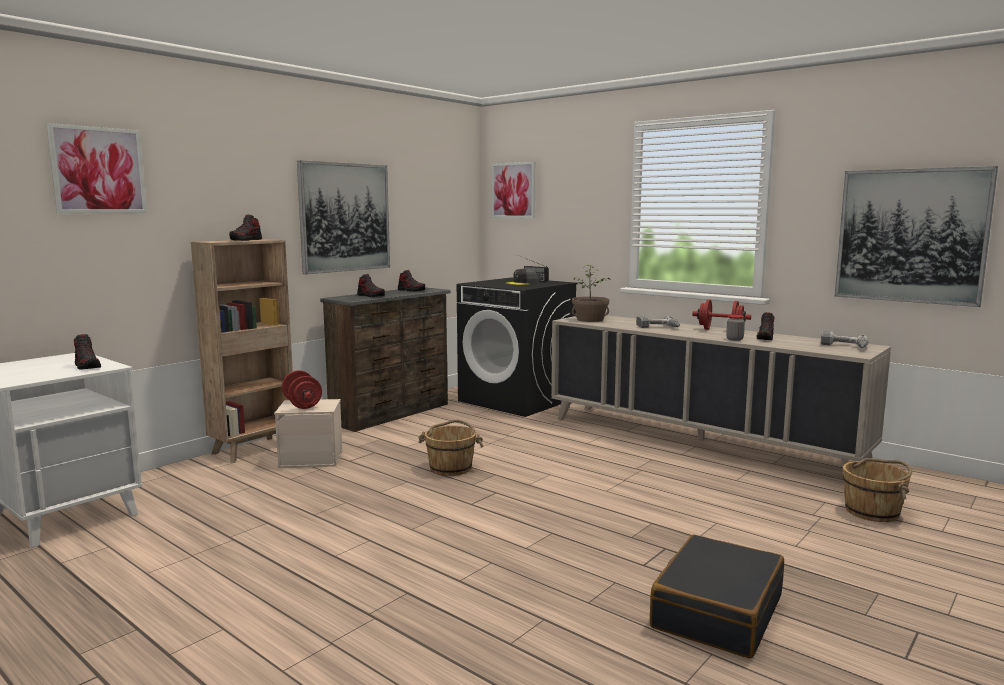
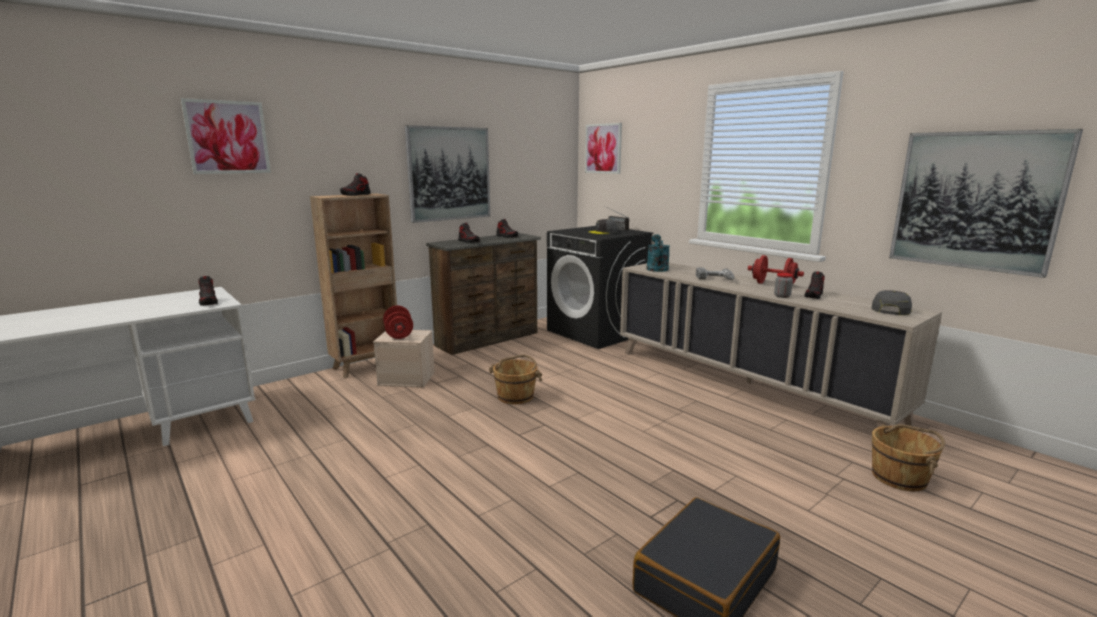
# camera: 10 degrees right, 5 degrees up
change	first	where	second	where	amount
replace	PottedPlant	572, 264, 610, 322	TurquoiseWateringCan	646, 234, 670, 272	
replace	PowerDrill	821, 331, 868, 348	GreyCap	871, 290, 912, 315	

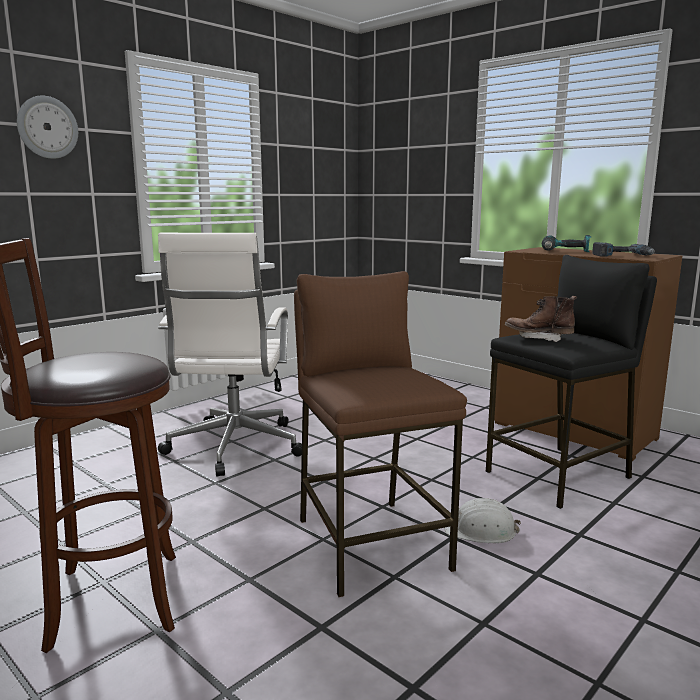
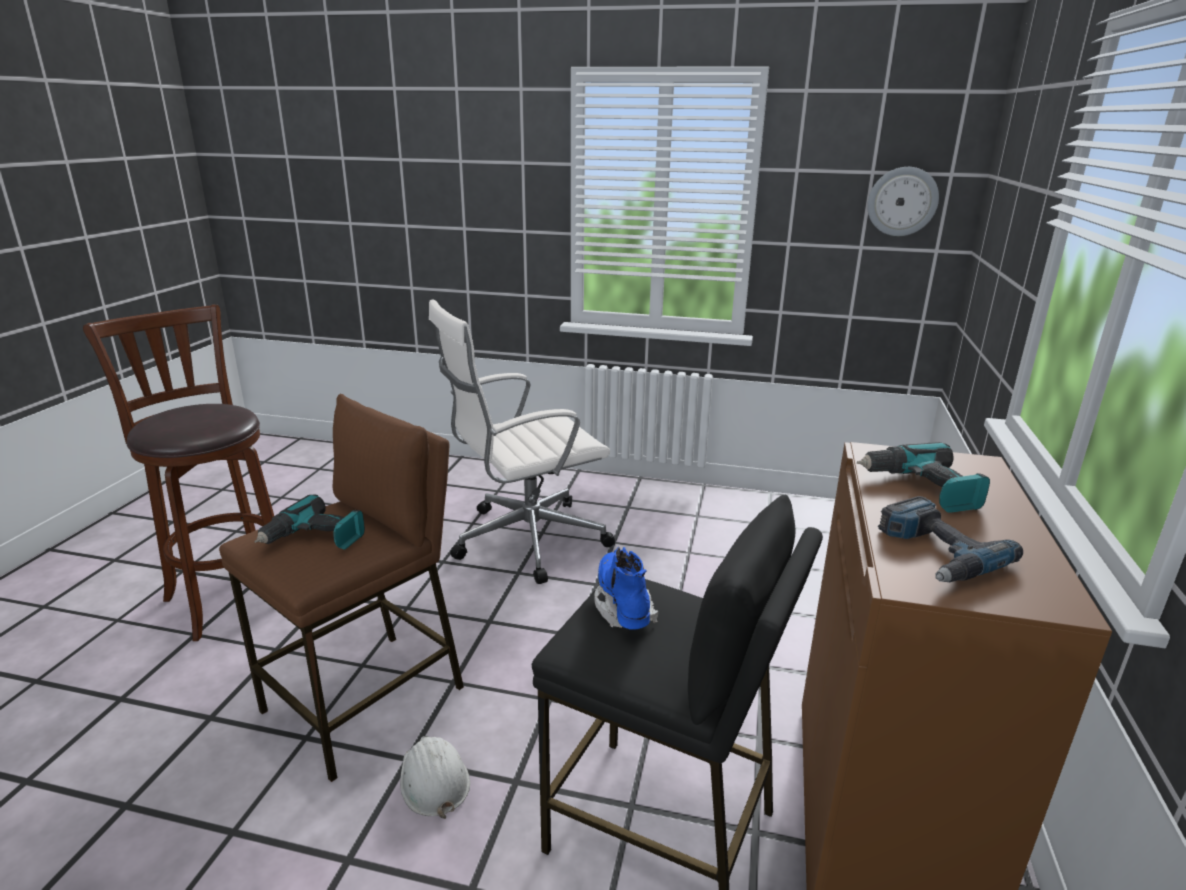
# camera: 60 degrees right, 10 degrees up
change	first	where	second	where	amount
move	WallClock	17, 96, 78, 159		867, 167, 939, 236	
recolor	BrownBoot	505, 296, 577, 342	BlueBoot	594, 547, 659, 629	
insert			PowerDrill	254, 495, 365, 550	

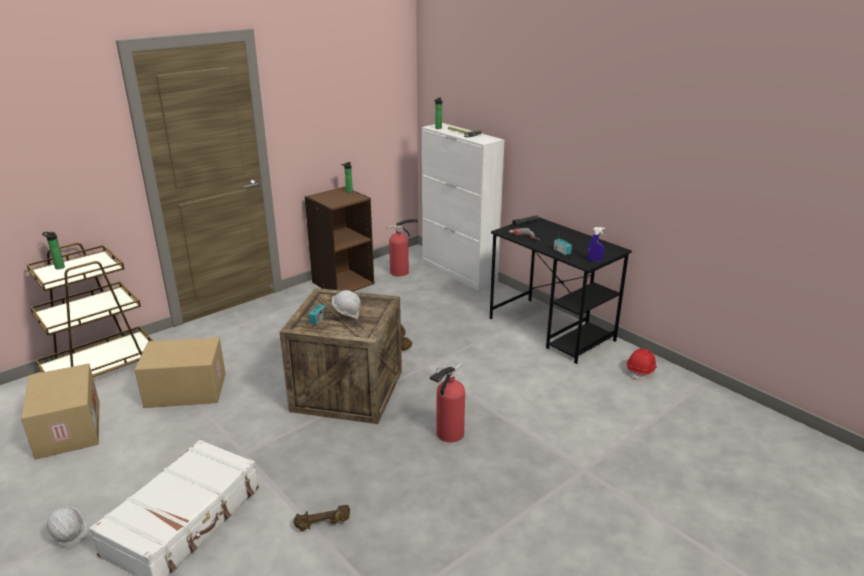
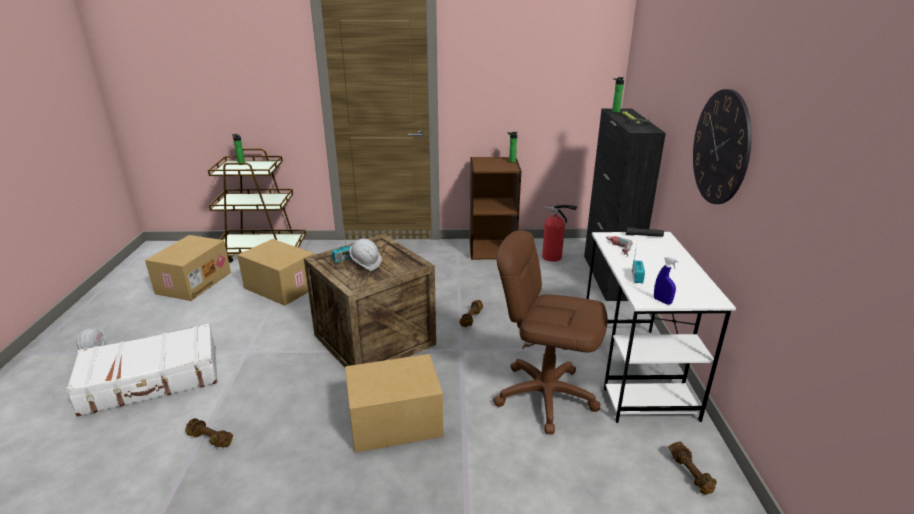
# camera: 40 degrees right, 0 degrees up
change	first	where	second	where	amount
recolor	WhiteCabinet	422, 123, 505, 291	BlackCabinet	584, 108, 666, 301	
recolor	BlackDesk	490, 217, 632, 364	WhiteDesk	586, 232, 736, 423	
replace	RedHardHat	627, 348, 657, 381	BrownDumbbell	668, 442, 717, 495	
replace	FireExtinguisher	430, 363, 465, 442	CardboardBox	345, 354, 443, 453	
insert			WallClock	693, 89, 752, 204	
insert			BrownOfficeChair	493, 230, 608, 434	

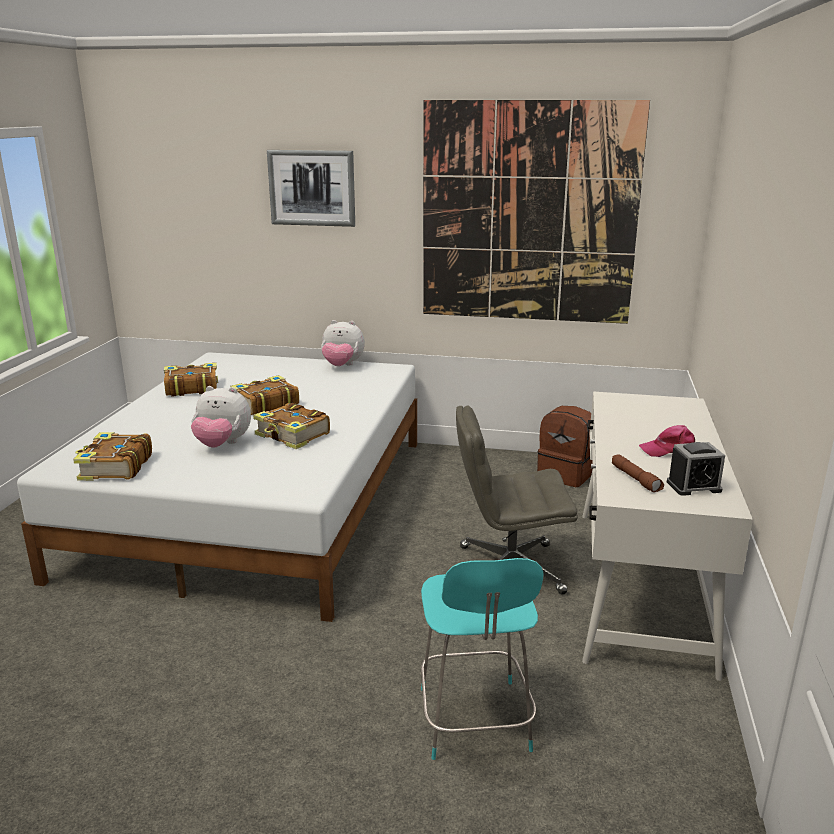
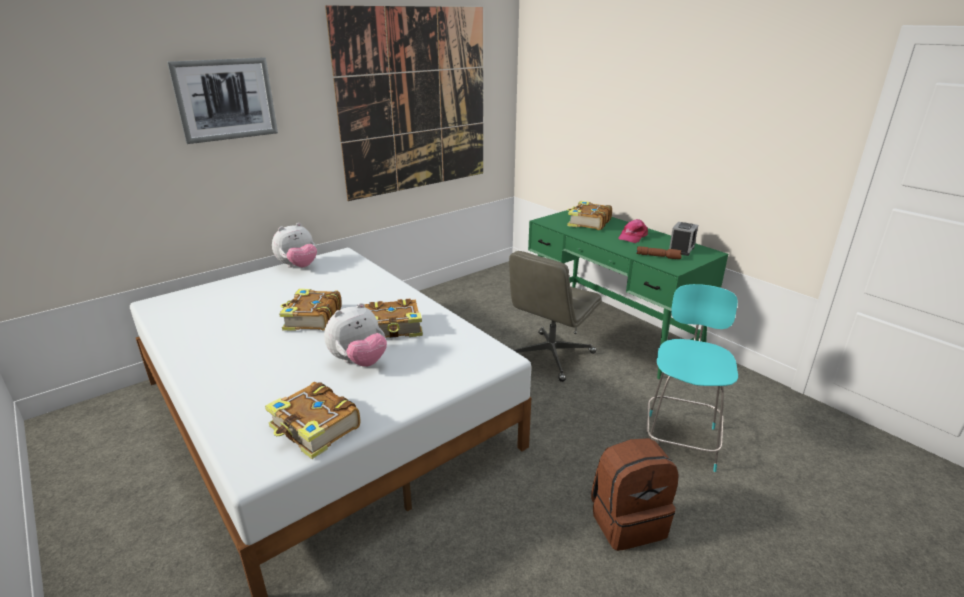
# camera: 50 degrees left, 5 degrees up
change	first	where	second	where	amount
move	Book	164, 363, 218, 397		567, 201, 612, 230	
recolor	WhiteDesk	582, 391, 753, 681	GreenDesk	528, 208, 728, 379	
move	BrownBackpack	537, 406, 593, 487		591, 438, 679, 551	
rotate	TurquoiseChair	421, 558, 543, 760		647, 284, 738, 472	105 degrees counterclockwise

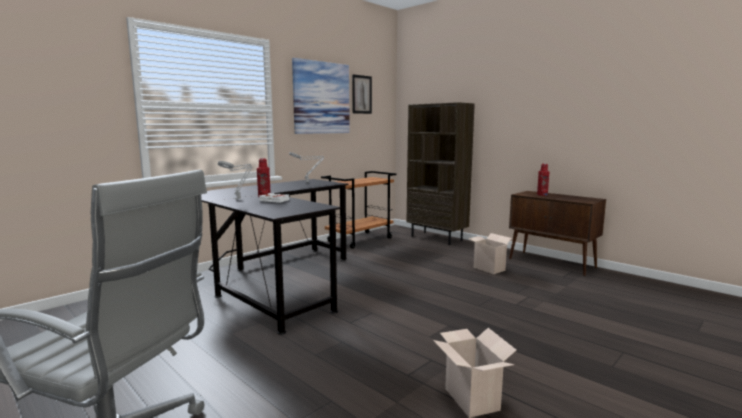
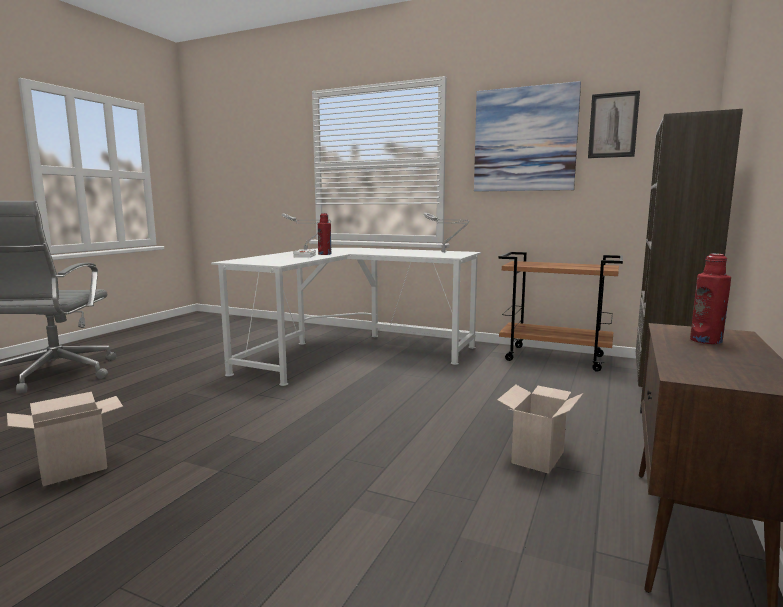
# camera: 70 degrees right, 0 degrees up
change	first	where	second	where	amount
recolor	BlackDesk	201, 179, 348, 335	WhiteDesk	211, 248, 481, 386	

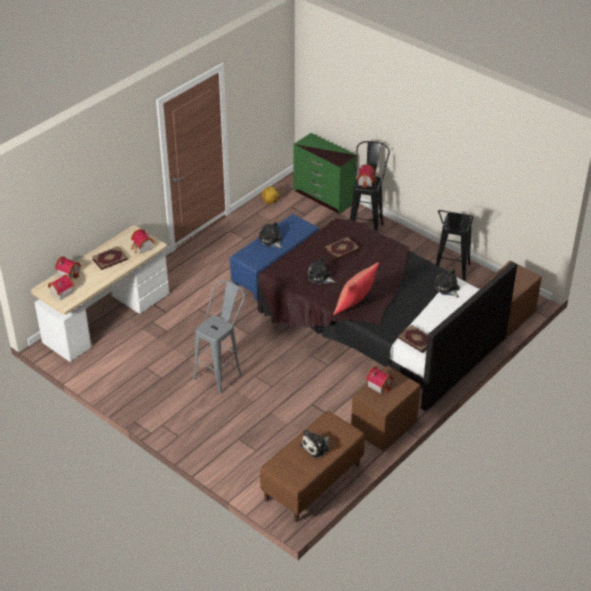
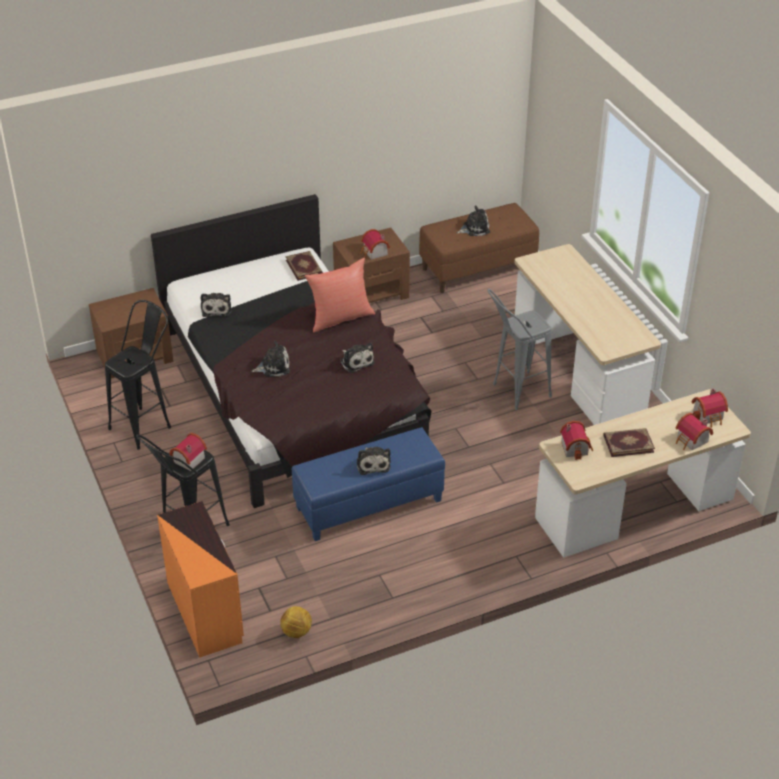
# camera: 155 degrees left, 0 degrees up
change	first	where	second	where	amount
recolor	GreenDresser	293, 133, 358, 214	OrangeDresser	157, 501, 244, 658	
delete	Book	325, 237, 360, 260			
insert			Desk	515, 244, 661, 425	
insert			PlushToy	251, 341, 290, 377	

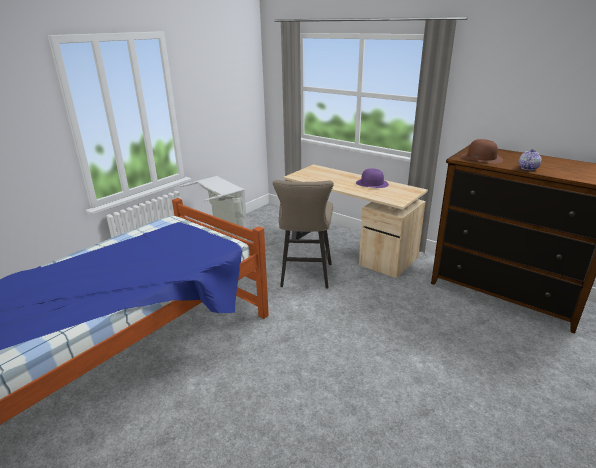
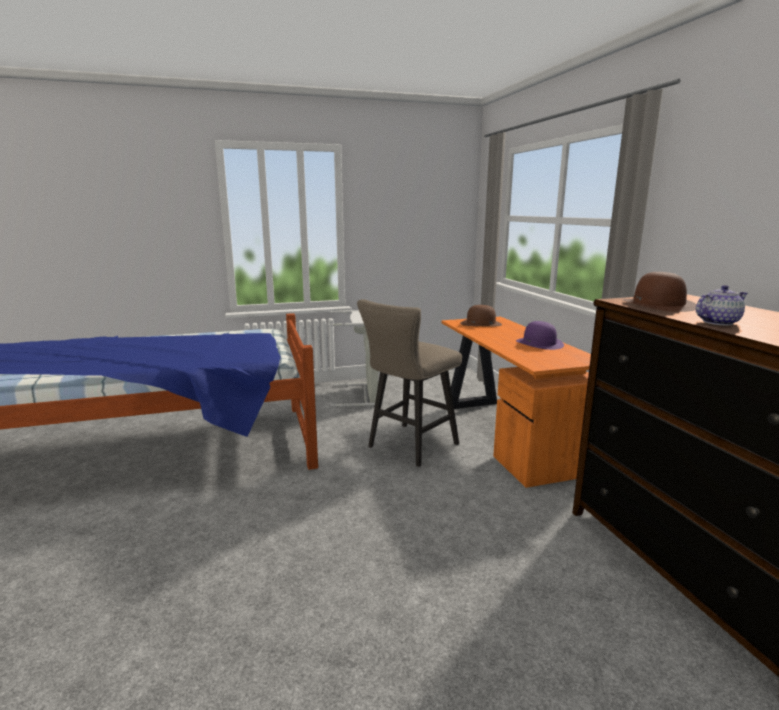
# camera: 35 degrees right, 10 degrees down
change	first	where	second	where	amount
recolor	BeigeDesk	283, 164, 428, 278	OrangeDesk	441, 316, 591, 488	
insert			BrownHat	460, 305, 502, 326	

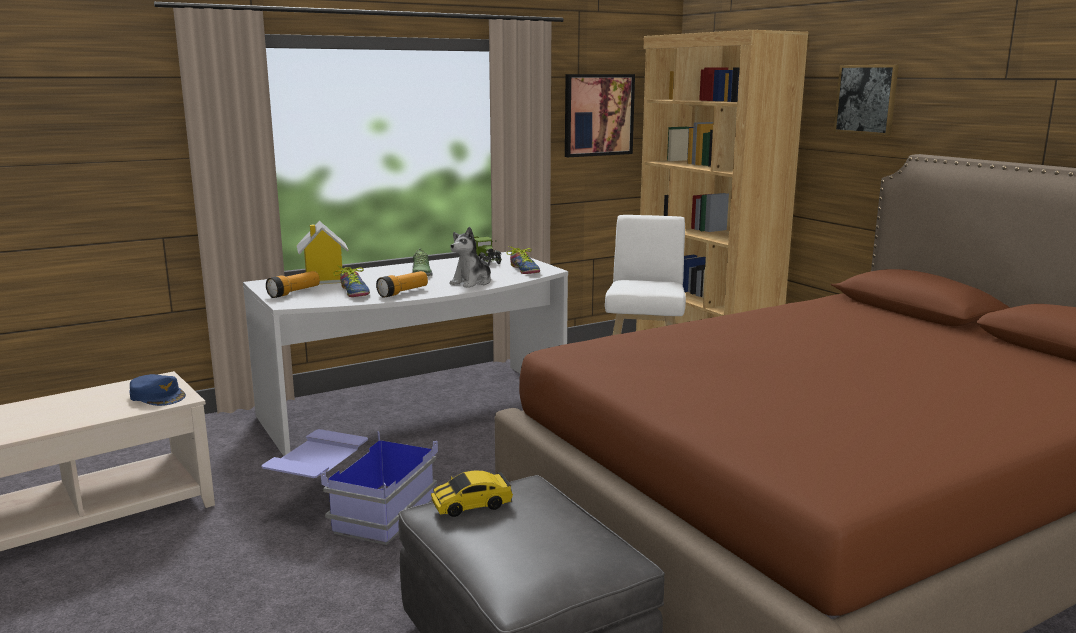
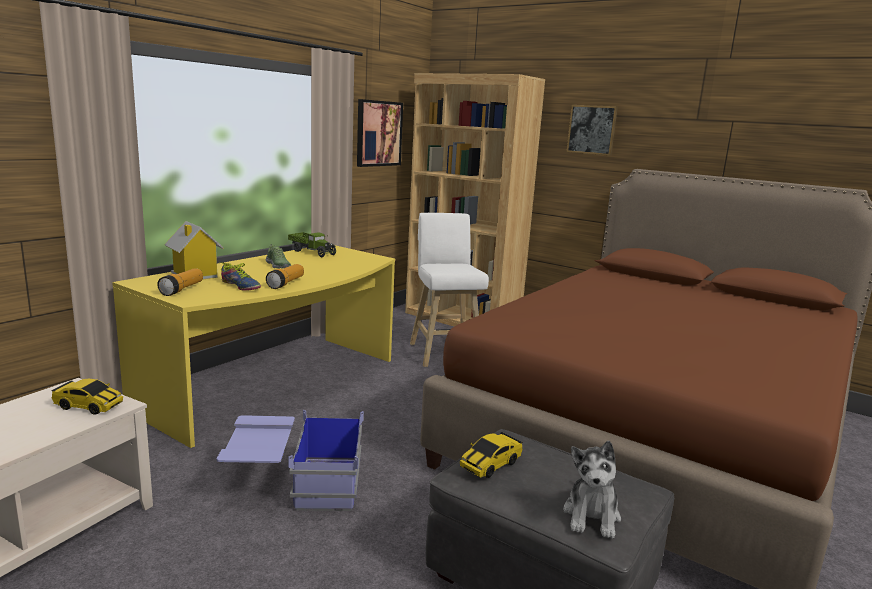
# camera: 25 degrees left, 0 degrees up
change	first	where	second	where	amount
move	PlushToy	449, 227, 491, 288		563, 441, 621, 539	
delete	Shoe	507, 246, 540, 274			
recolor	WhiteDesk	243, 252, 568, 456	YellowDesk	112, 245, 395, 448	
replace	BlueCap	129, 374, 186, 406	ToyCar	52, 379, 123, 415	

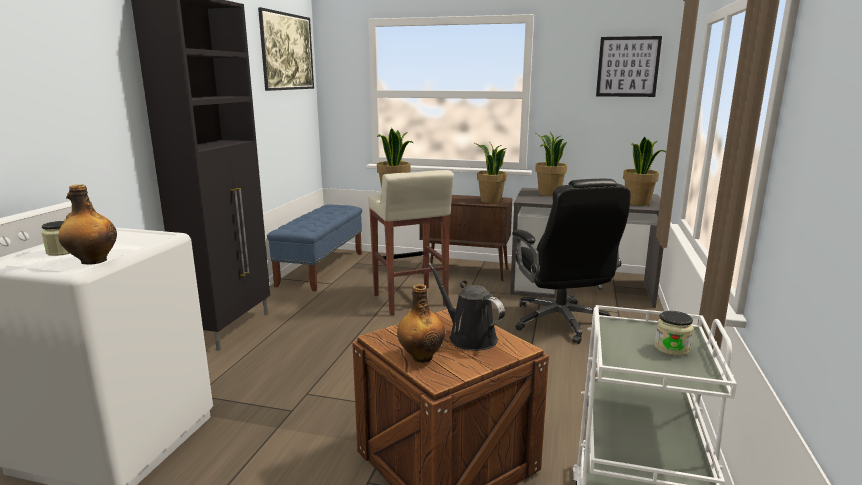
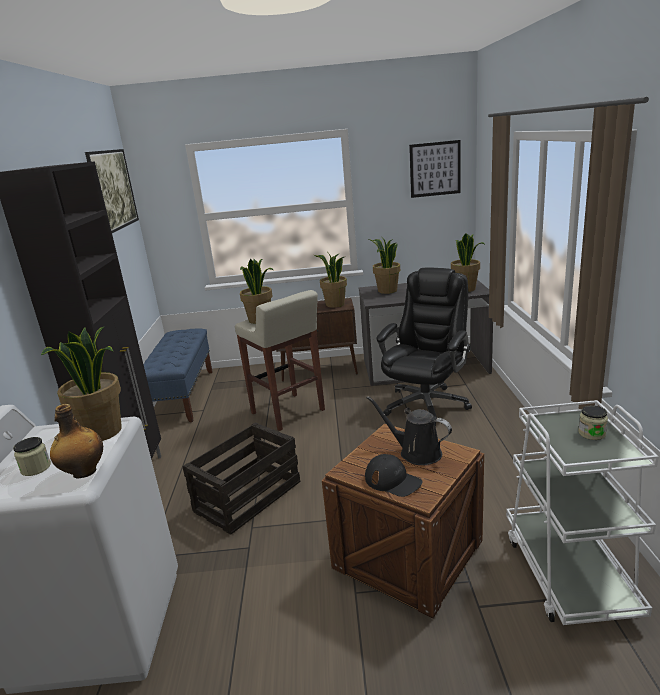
# camera: 15 degrees left, 5 degrees up
change	first	where	second	where	amount
rotate	BlackOfficeChair	512, 179, 631, 344		376, 267, 472, 426	120 degrees counterclockwise
replace	Bottle	397, 284, 445, 363	BlackCap	365, 454, 423, 497	
insert			PottedPlant	41, 326, 122, 441	
insert			Crate	183, 422, 300, 535	

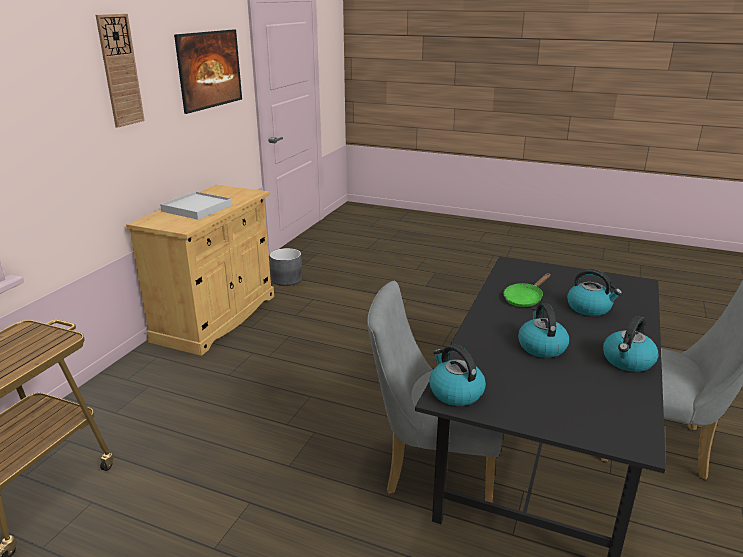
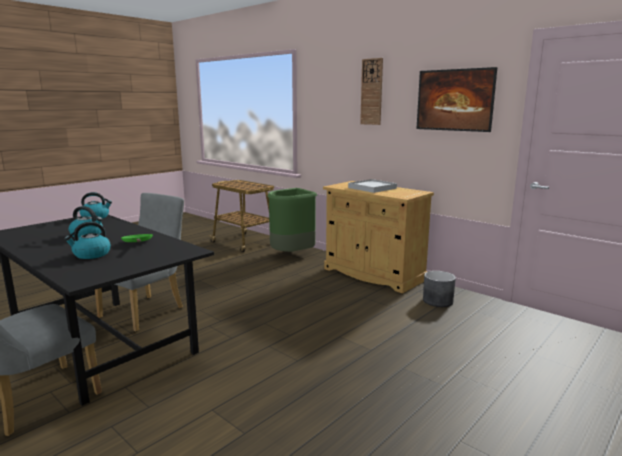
# camera: 110 degrees right, 10 degrees down
change	first	where	second	where	amount
delete	Kettle	603, 316, 659, 372			
insert			GreenTrashCan	267, 188, 317, 252	

